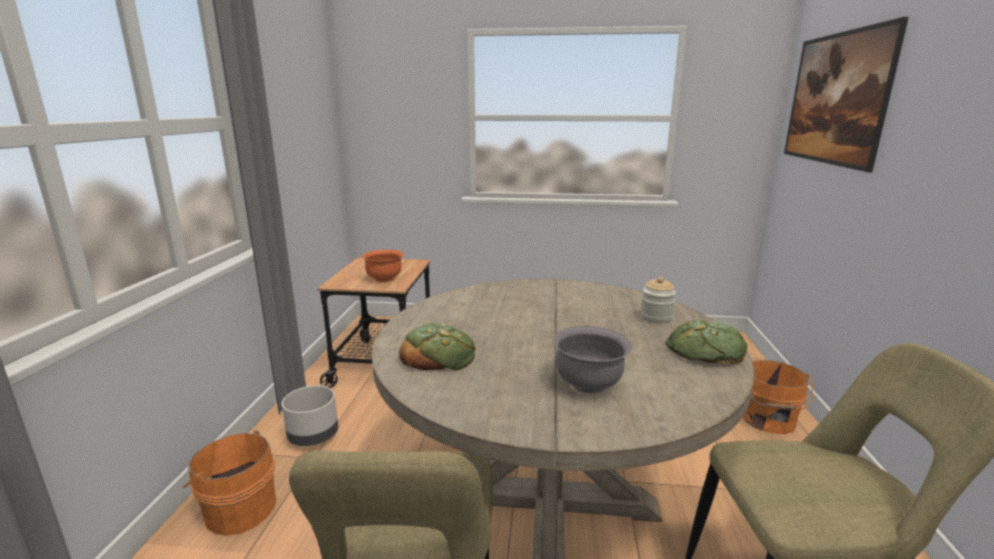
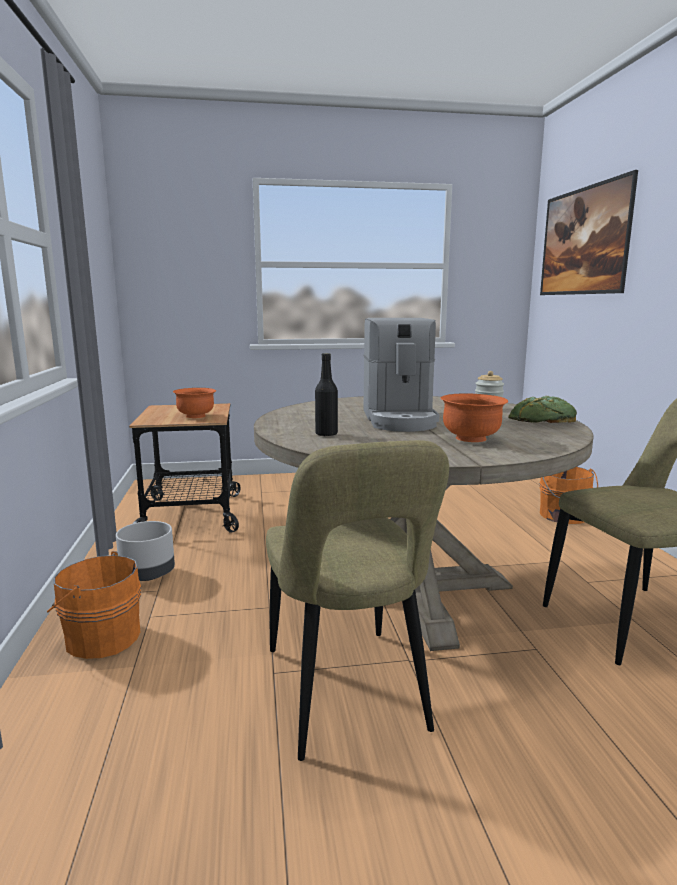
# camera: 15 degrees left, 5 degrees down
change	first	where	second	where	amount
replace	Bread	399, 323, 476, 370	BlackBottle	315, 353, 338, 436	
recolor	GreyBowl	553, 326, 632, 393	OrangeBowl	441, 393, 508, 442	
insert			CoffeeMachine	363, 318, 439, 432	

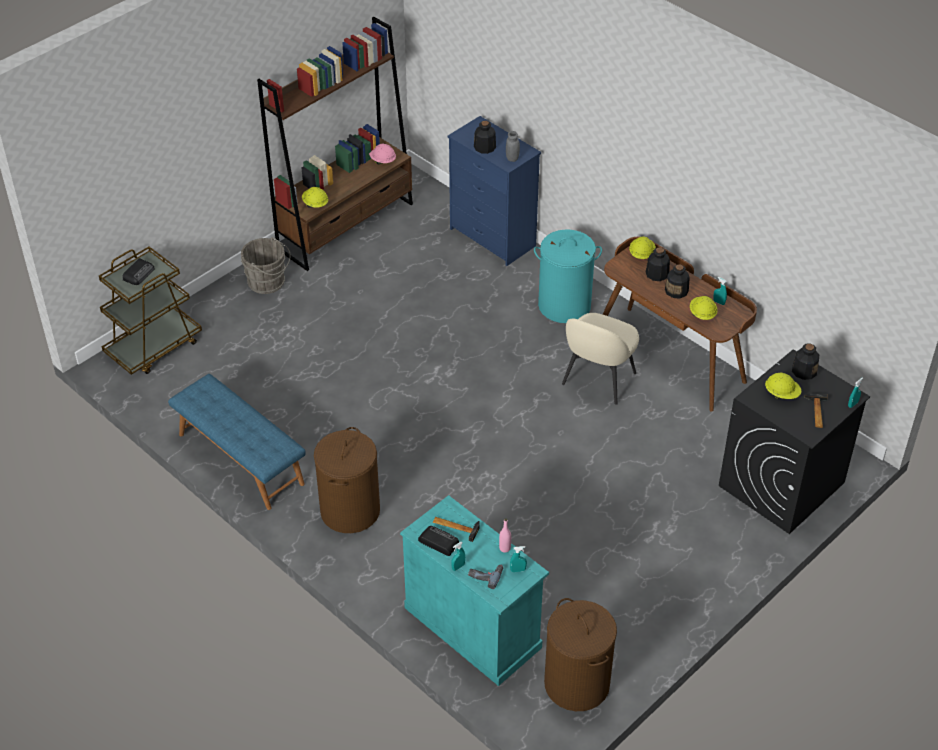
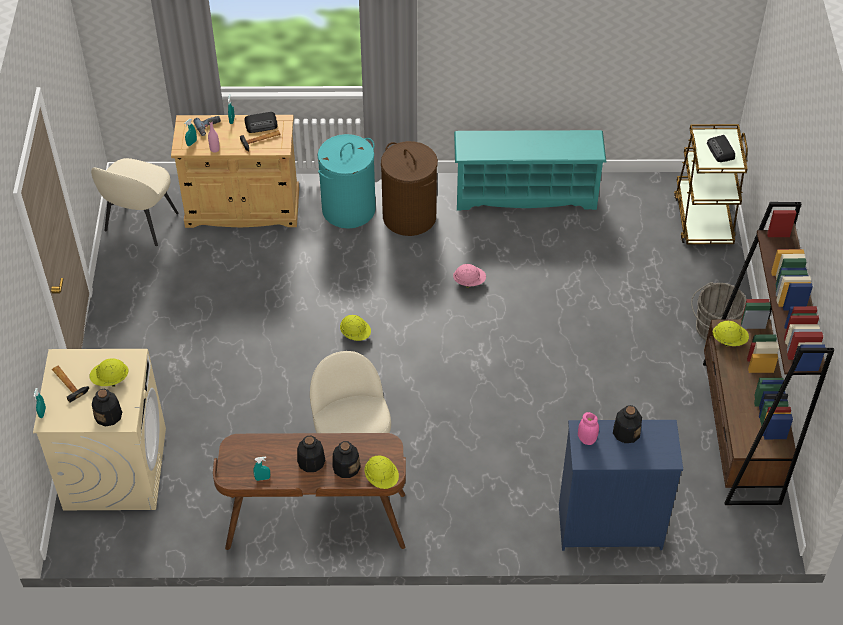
# camera: 135 degrees right, 5 degrees up
change	first	where	second	where	amount
recolor	GreyJar	506, 131, 520, 162	PinkJar	578, 412, 599, 445	
move	PinkHardHat	369, 144, 396, 164		453, 264, 486, 287	
move	TurquoiseLaundryBasket	534, 229, 602, 323		318, 134, 376, 229	
move	YellowHardHat	690, 296, 718, 320		340, 315, 371, 341	
recolor	BlackWashingMachine	719, 350, 870, 534	BeigeWashingMachine	33, 349, 166, 510	
replace	BlueBench	168, 374, 306, 510	TurquoiseShoeRack	454, 130, 606, 210	
recolor	TurquoiseCabinet	400, 495, 549, 686	BeigeCabinet	171, 115, 299, 228	
replace	BrownLaundryBasket	544, 598, 617, 711	BeigeChair	91, 158, 179, 246	

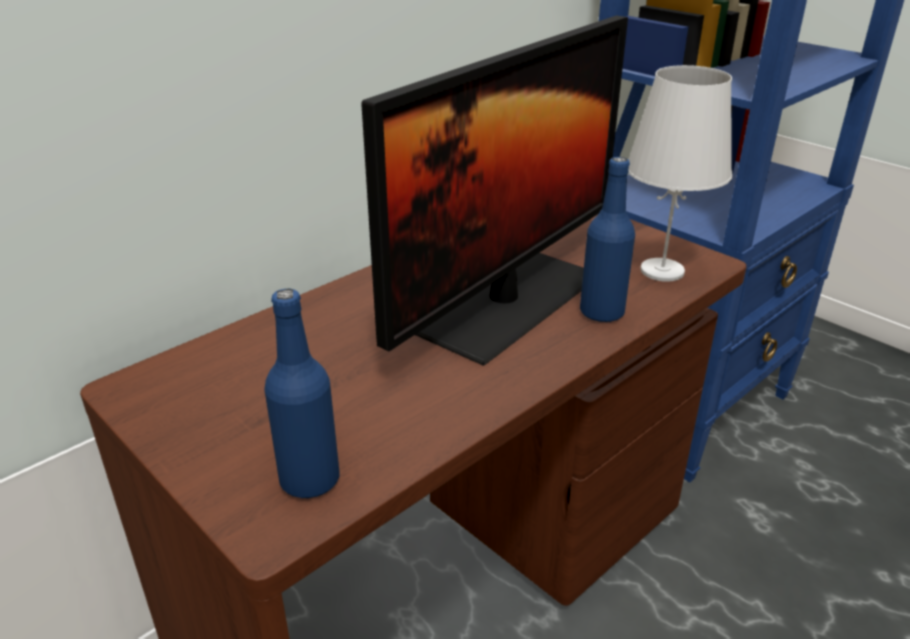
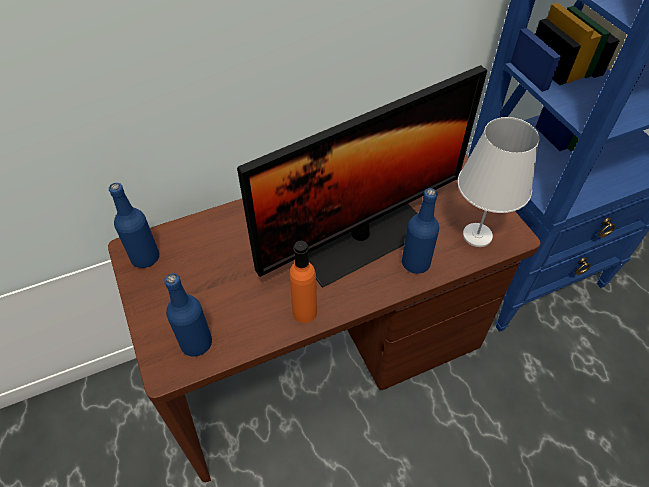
# camera: 20 degrees right, 20 degrees up
change	first	where	second	where	amount
insert			BlueBottle	109, 183, 159, 268	
insert			OrangeBottle	289, 241, 317, 323	

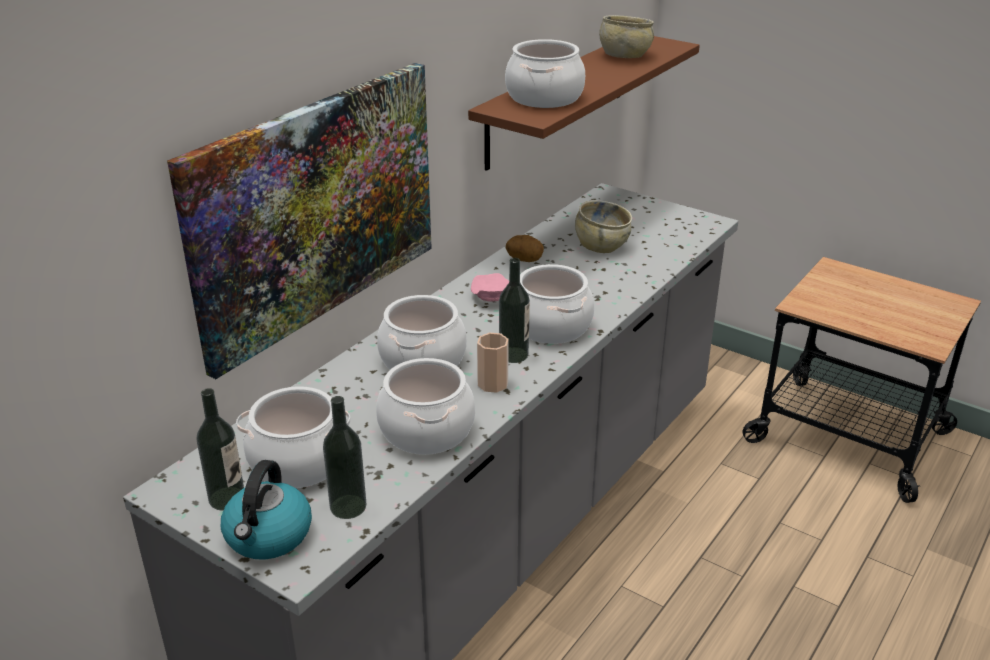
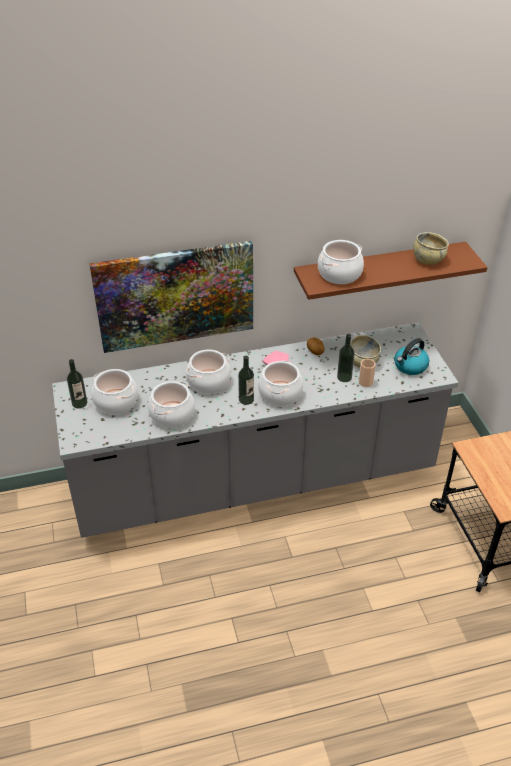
# camera: 40 degrees right, 10 degrees up
change	first	where	second	where	amount
move	Cup	477, 333, 509, 393		359, 359, 376, 387	
move	Bottle	323, 396, 366, 519		337, 334, 355, 382	
move	Kettle	221, 460, 312, 560		394, 338, 429, 375	

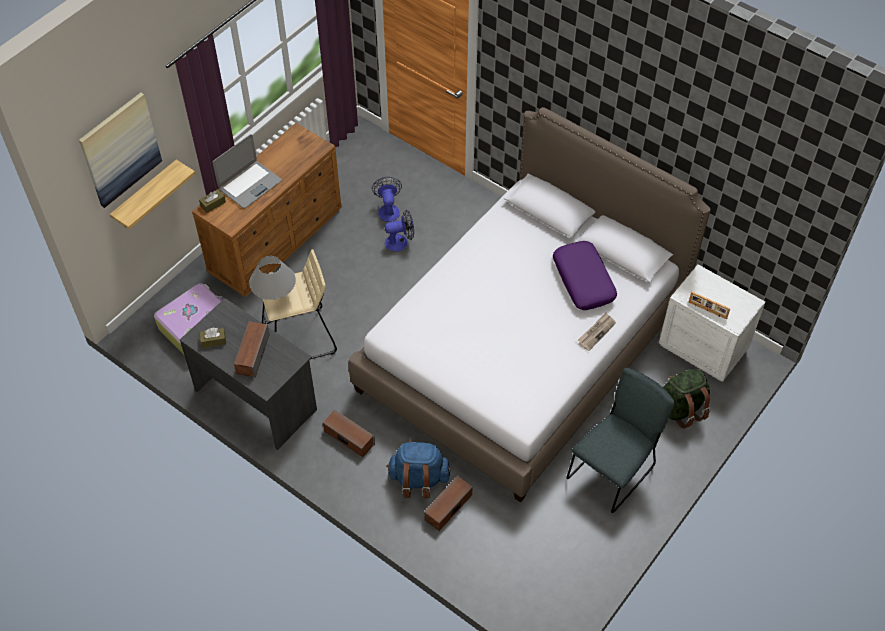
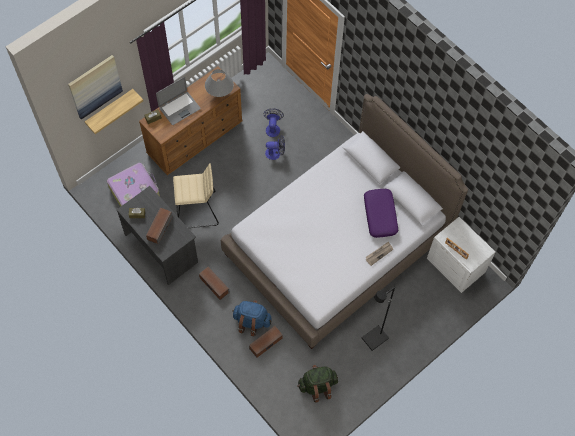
# camera: 10 degrees right, 10 degrees up
change	first	where	second	where	amount
move	GreyTableLamp	249, 256, 296, 300		205, 69, 234, 97	
replace	GreyChair	566, 368, 674, 513	BlackFloorLamp	362, 287, 395, 351	
move	GreenBackpack	663, 369, 710, 429		297, 365, 338, 403	

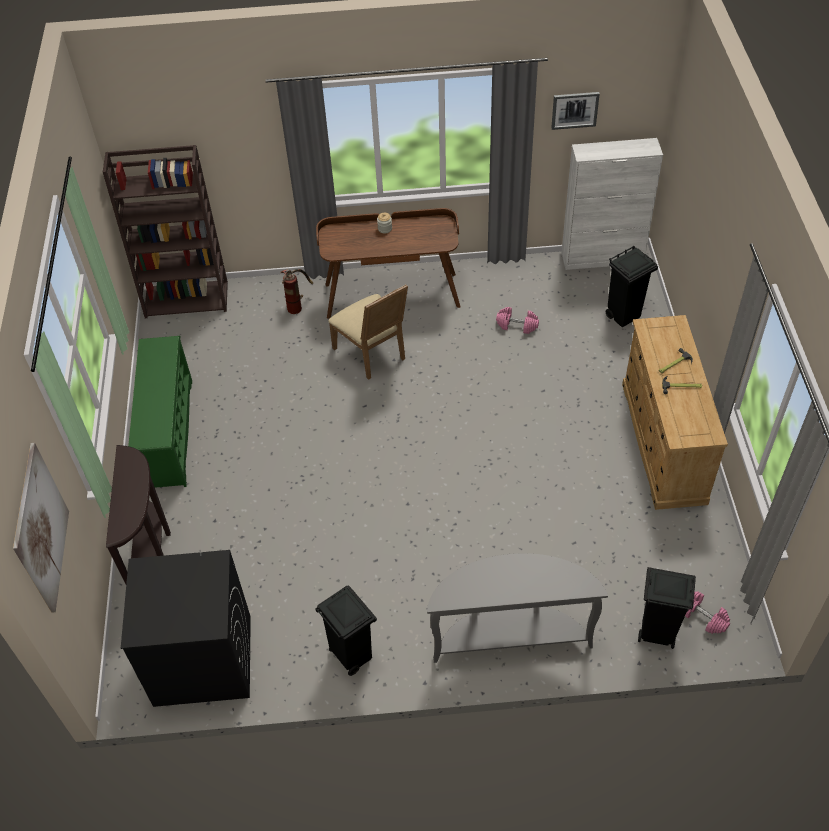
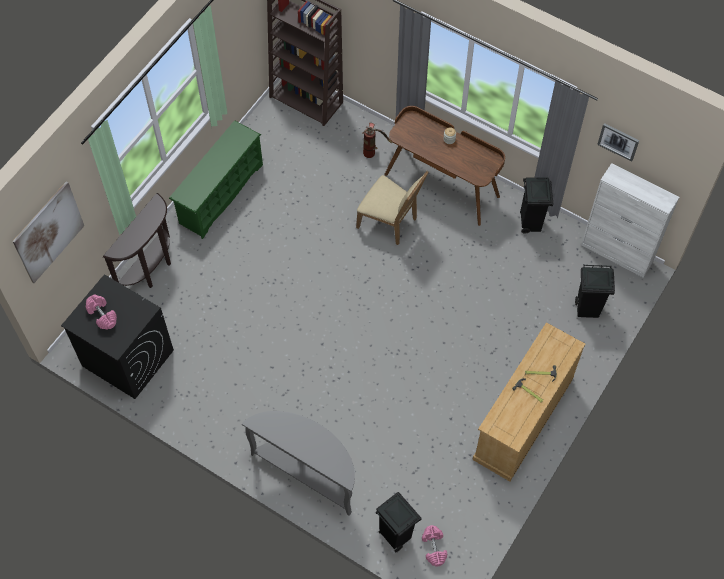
# camera: 35 degrees right, 10 degrees up
change	first	where	second	where	amount
rotate	BeigeChair	328, 284, 408, 380		356, 171, 429, 245	60 degrees counterclockwise
move	PinkDumbbell	496, 307, 539, 334		85, 295, 117, 330	
move	BlackTrashCan	315, 585, 377, 676		520, 177, 553, 234	

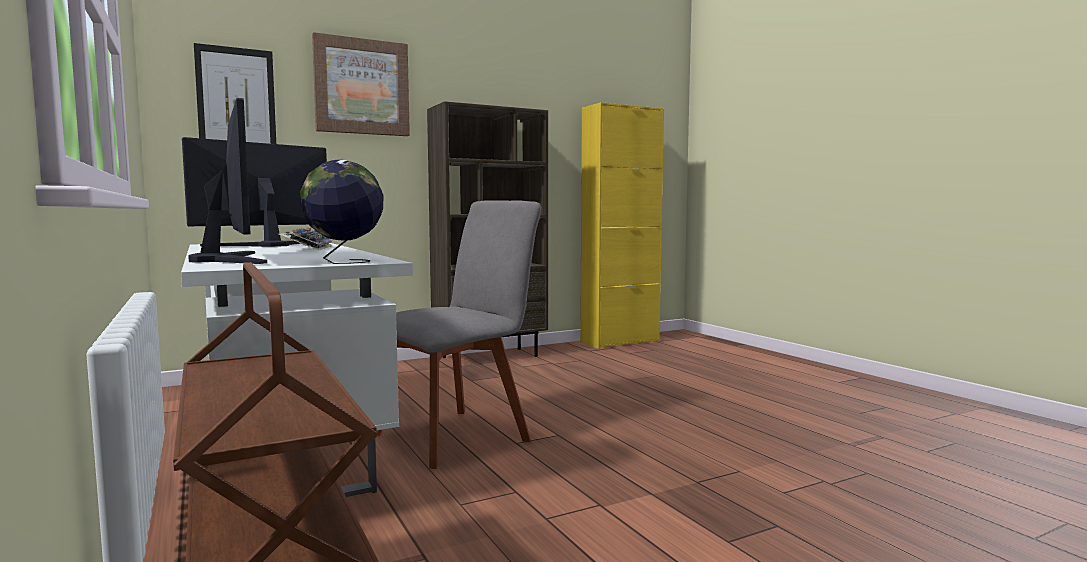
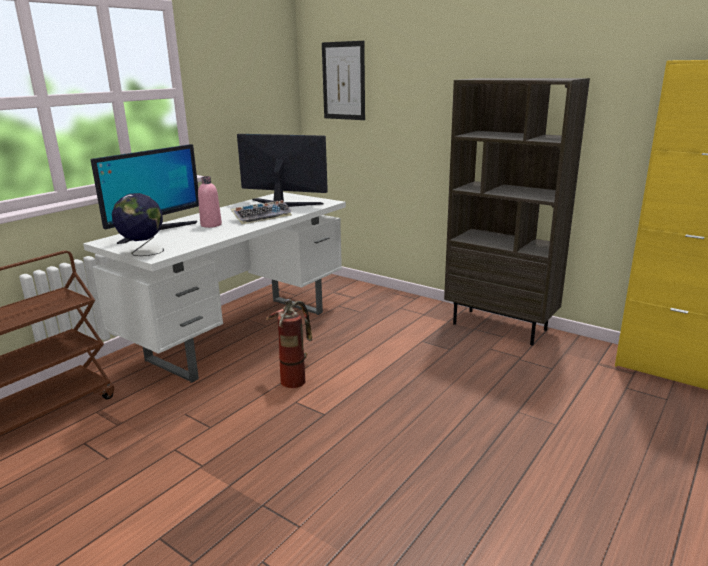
# camera: 65 degrees right, 15 degrees up
change	first	where	second	where	amount
delete	Picture	312, 32, 410, 136			
replace	GreyChair	377, 200, 541, 469	FireExtinguisher	266, 299, 312, 388	
insert			PinkBottle	198, 176, 222, 228	

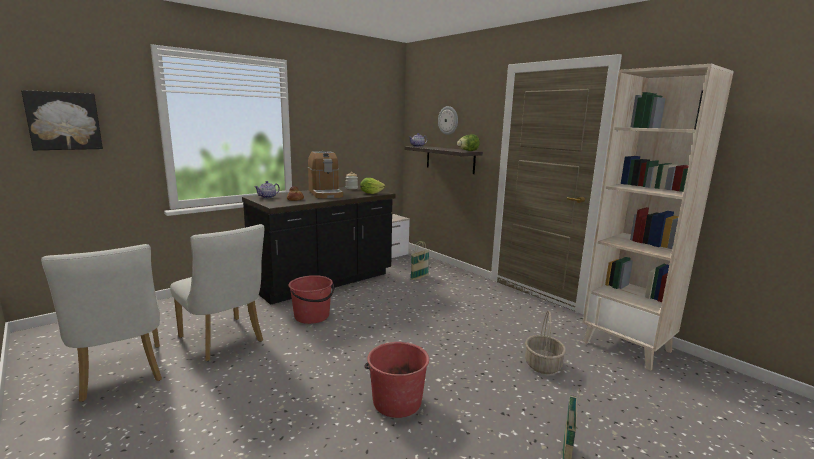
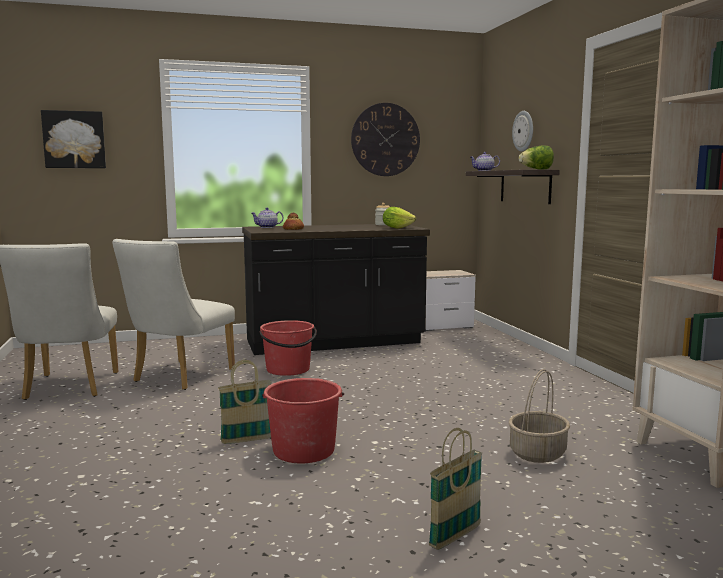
# camera: 25 degrees right, 5 degrees down
change	first	where	second	where	amount
delete	CoffeeMachine	308, 151, 343, 198			
rotate	WhiteChair	170, 224, 264, 361		112, 239, 235, 390	45 degrees clockwise
move	Basket	410, 241, 429, 280		218, 360, 272, 444	
insert			WallClock	351, 103, 420, 176	

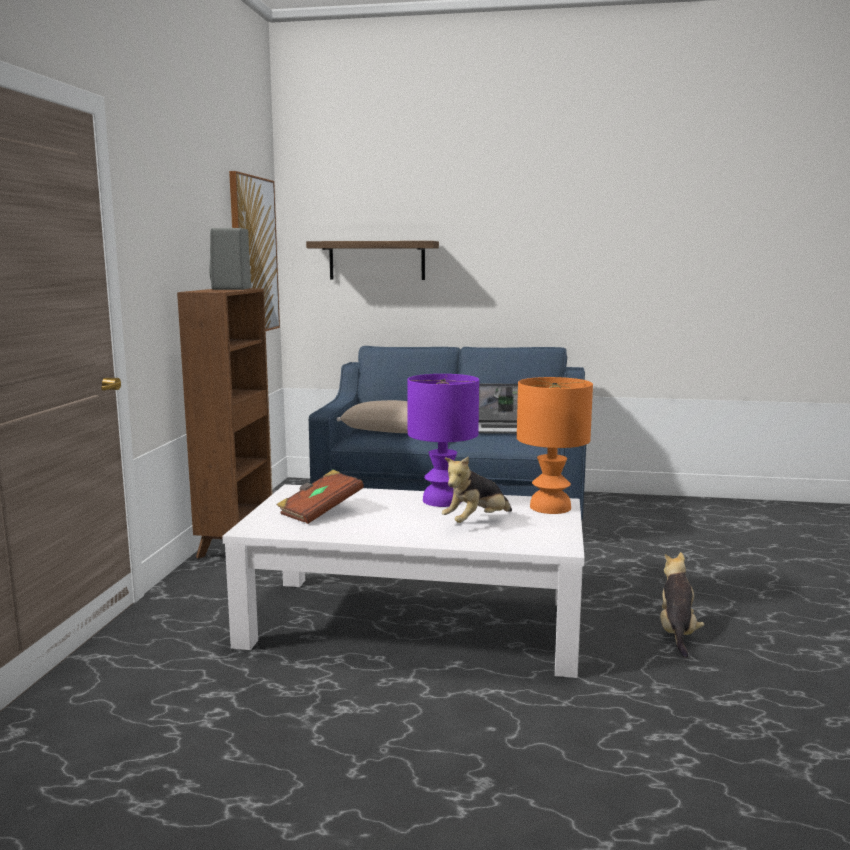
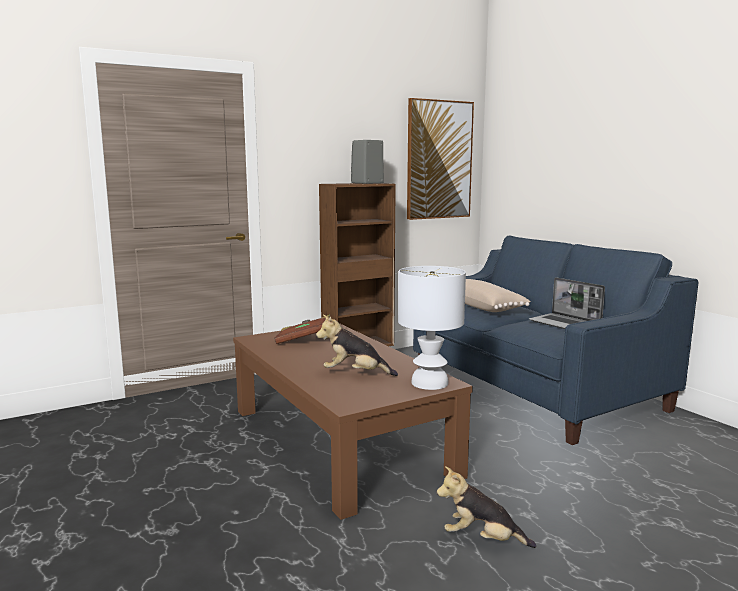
# camera: 50 degrees right, 0 degrees up
change	first	where	second	where	amount
delete	Shelf	306, 241, 439, 280			
delete	PurpleTableLamp	407, 374, 479, 507			
recolor	OrangeTableLamp	517, 377, 593, 514	WhiteTableLamp	398, 266, 466, 390	
recolor	WhiteCoffeeTable	222, 484, 585, 678	BrownCoffeeTable	233, 323, 473, 520	
rotate	PlushToy	660, 552, 704, 658		437, 466, 536, 548	135 degrees counterclockwise

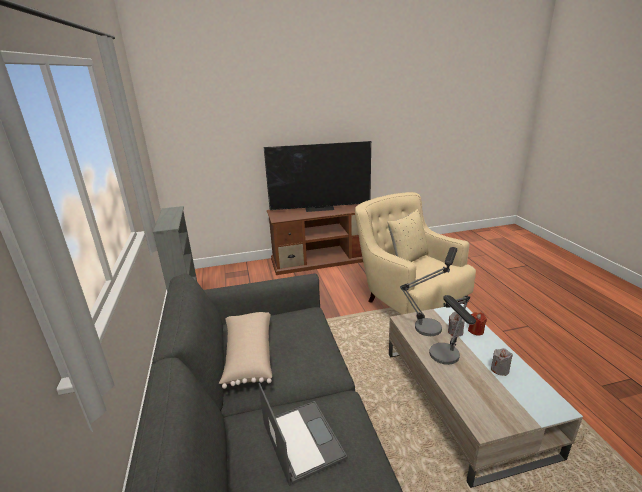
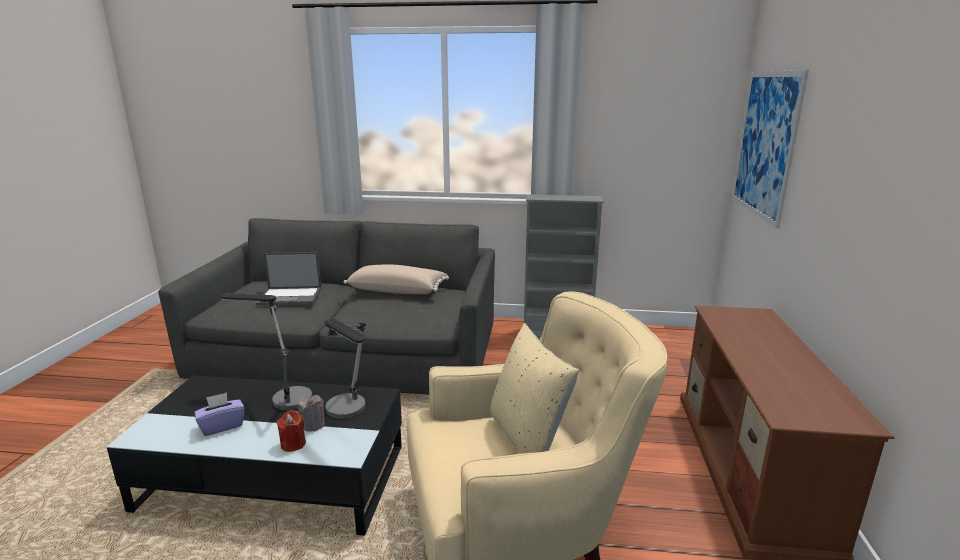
# camera: 110 degrees right, 5 degrees down
change	first	where	second	where	amount
delete	Television	264, 141, 371, 212			
recolor	BeigeCoffeeTable	389, 304, 583, 488	BlackCoffeeTable	107, 375, 402, 536	
replace	GreyCandle	491, 348, 513, 376	PurpleTissueBox	195, 392, 245, 436	
insert			Picture	732, 70, 809, 229	

